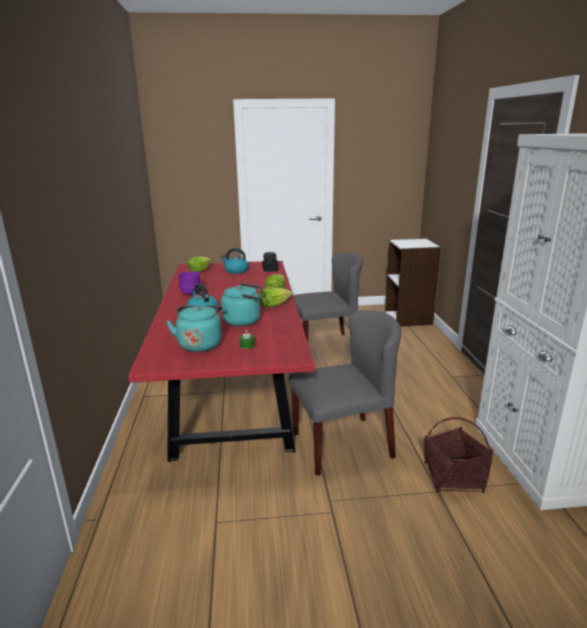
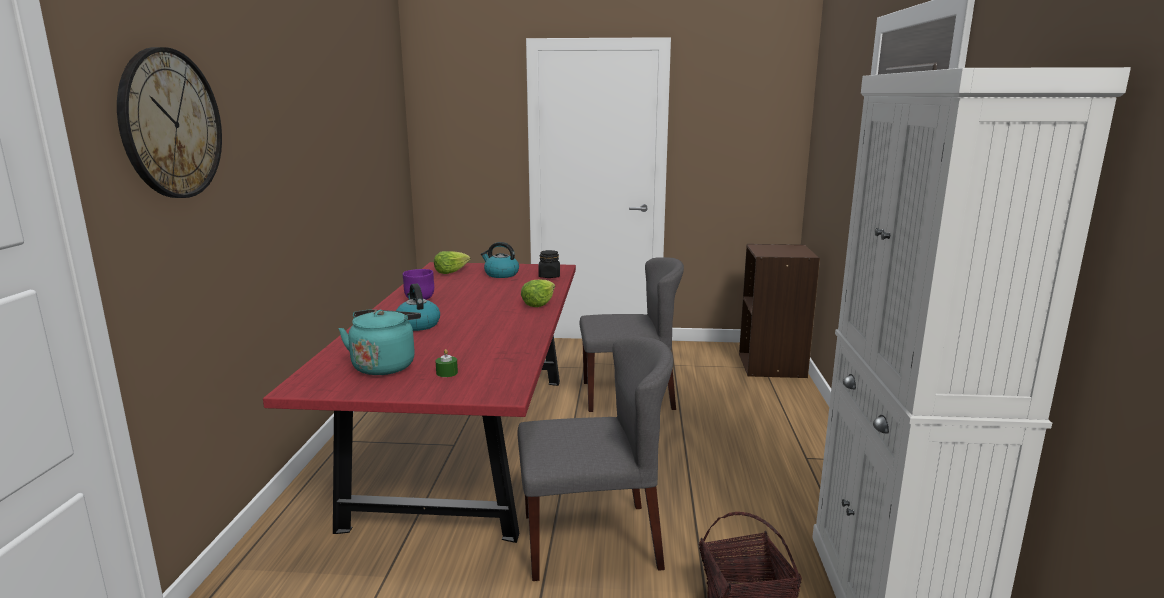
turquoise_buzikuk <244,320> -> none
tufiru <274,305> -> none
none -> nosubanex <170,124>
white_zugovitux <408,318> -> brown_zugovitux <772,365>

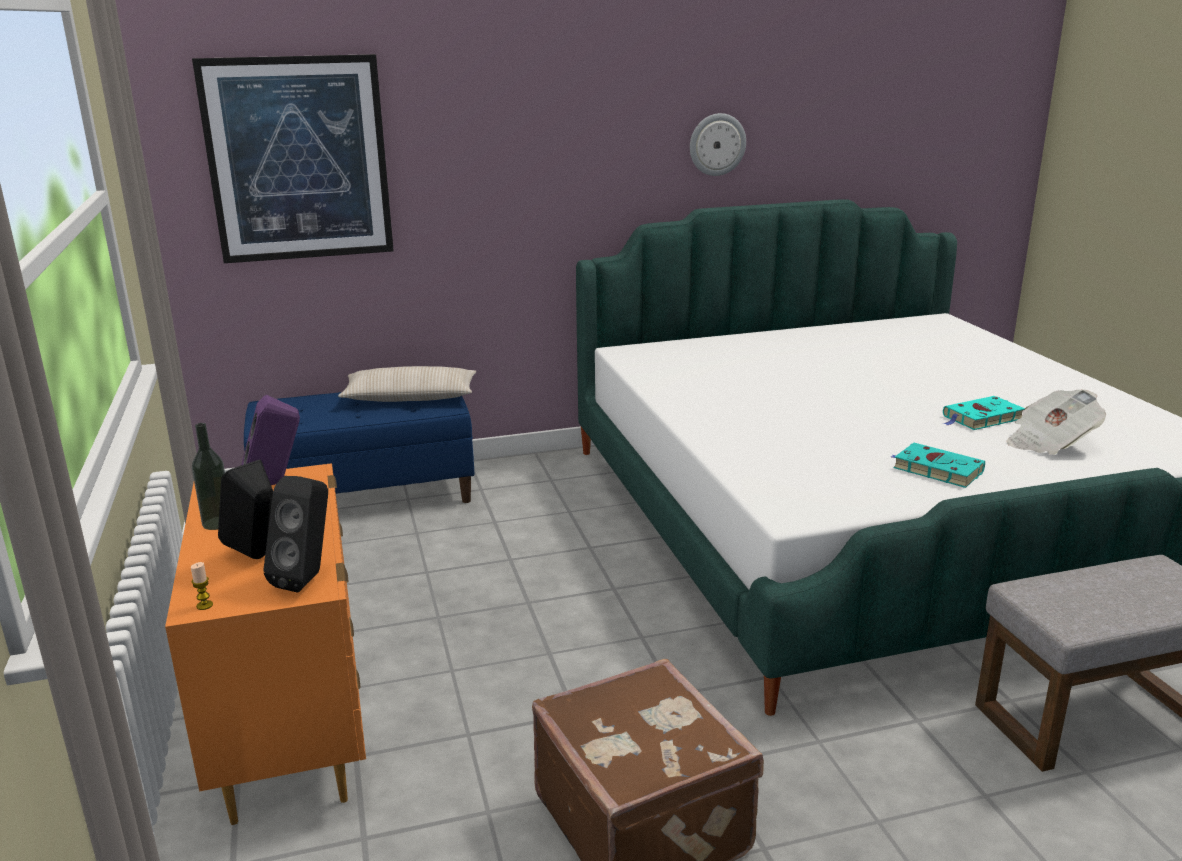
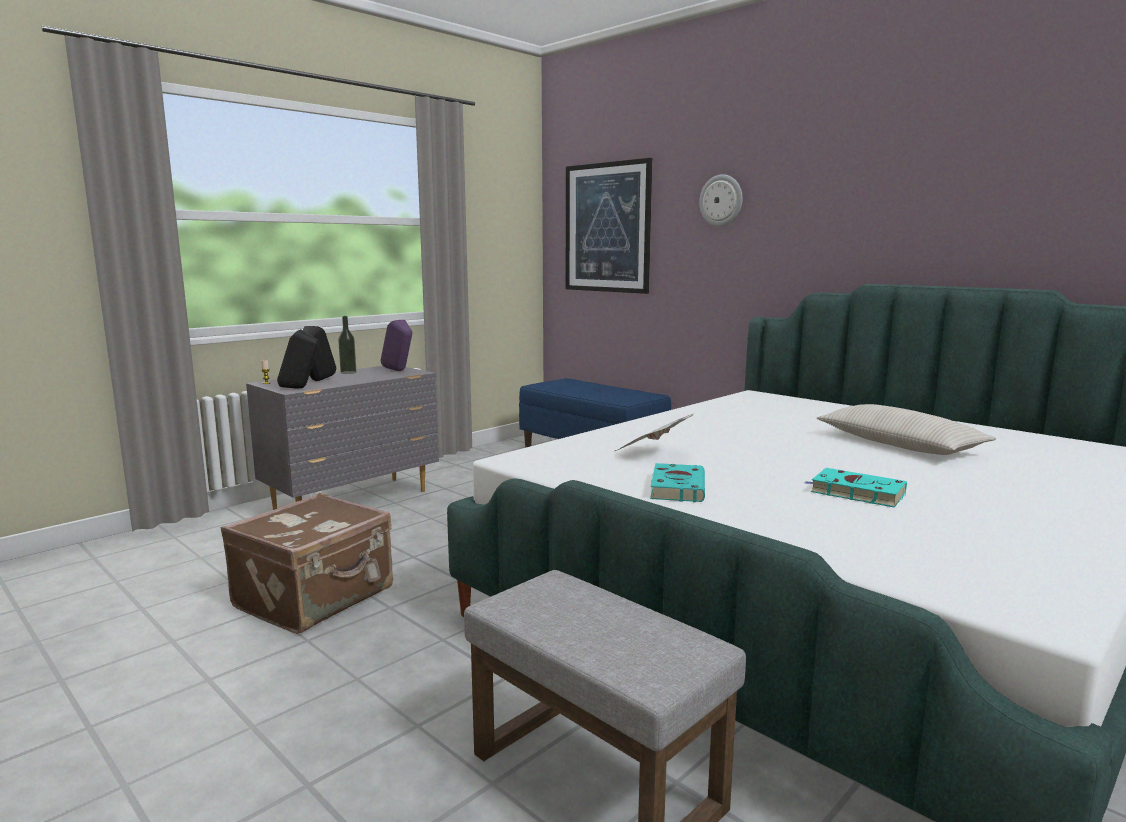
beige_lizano <410,398> -> beige_lizano <899,444>, shifted
nosubanex <717,144> -> nosubanex <721,200>, shifted
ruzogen <1049,443> -> ruzogen <652,454>, shifted
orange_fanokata <292,726> -> grey_fanokata <354,501>

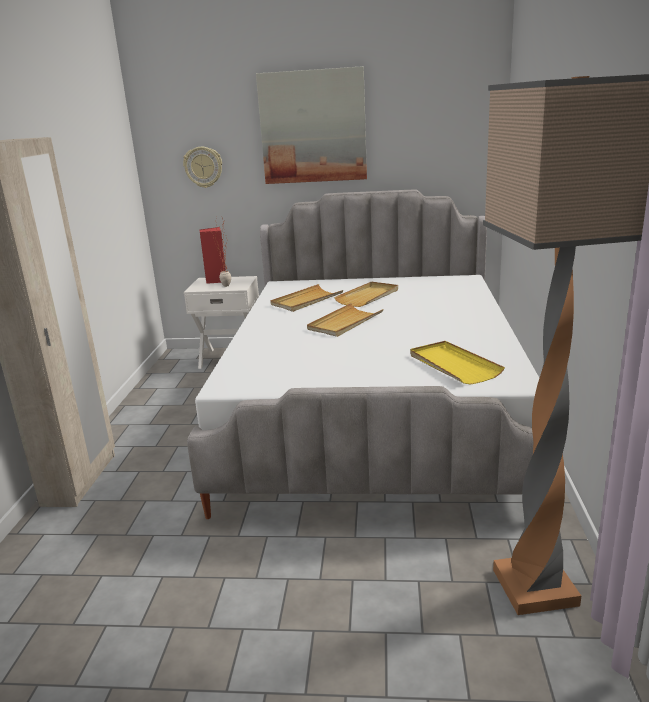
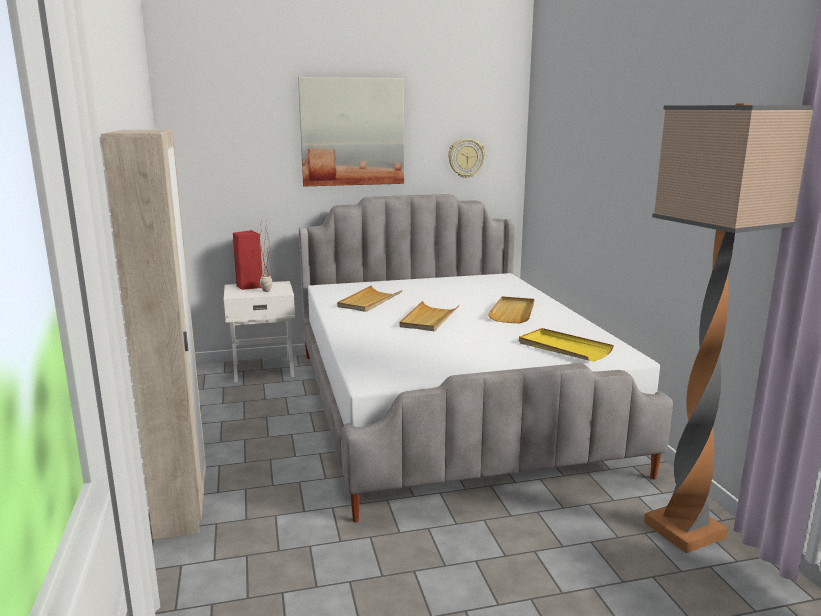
nosubanex <203,167> -> nosubanex <466,158>, shifted
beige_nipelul <368,296> -> beige_nipelul <513,312>, shifted

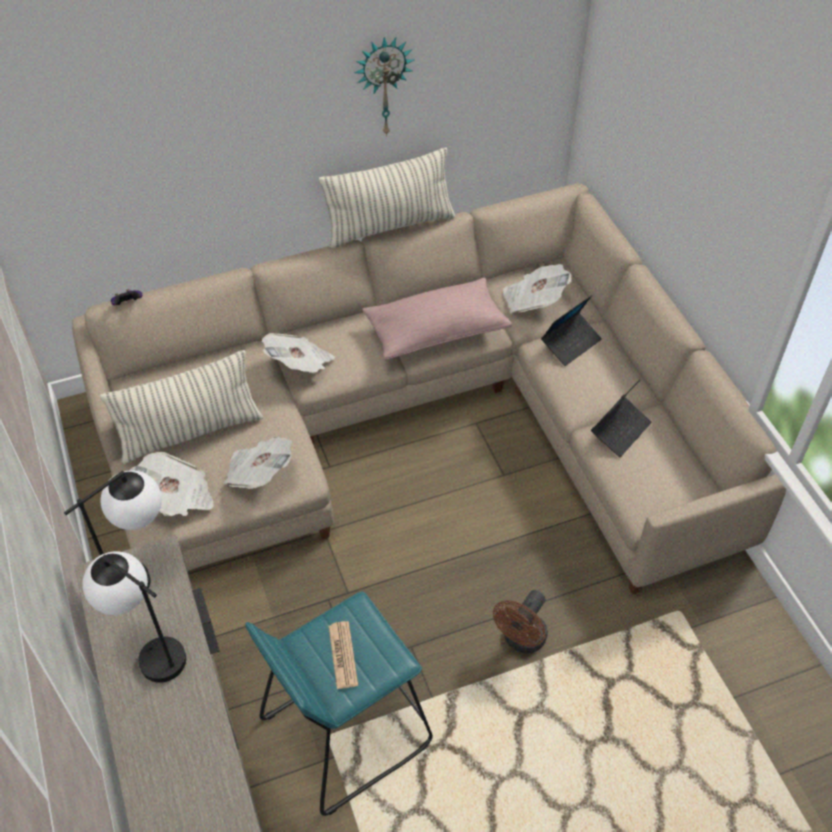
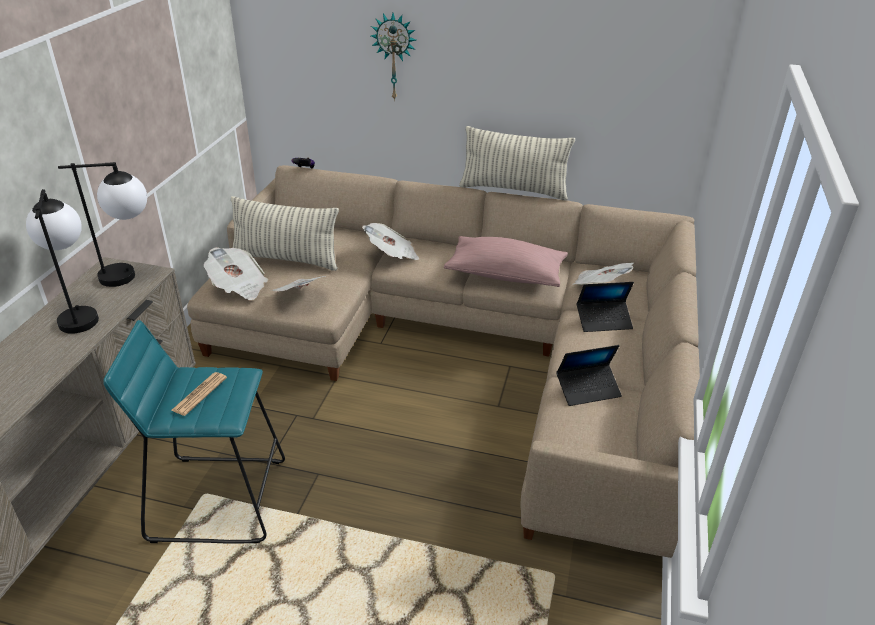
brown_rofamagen <521,641> -> none
nosubanex <383,85> -> nosubanex <394,56>, shifted

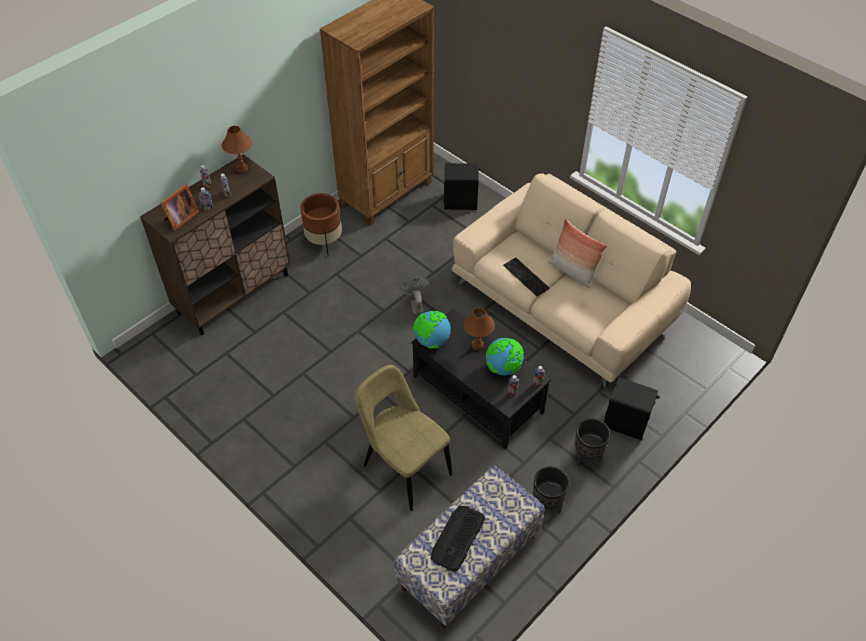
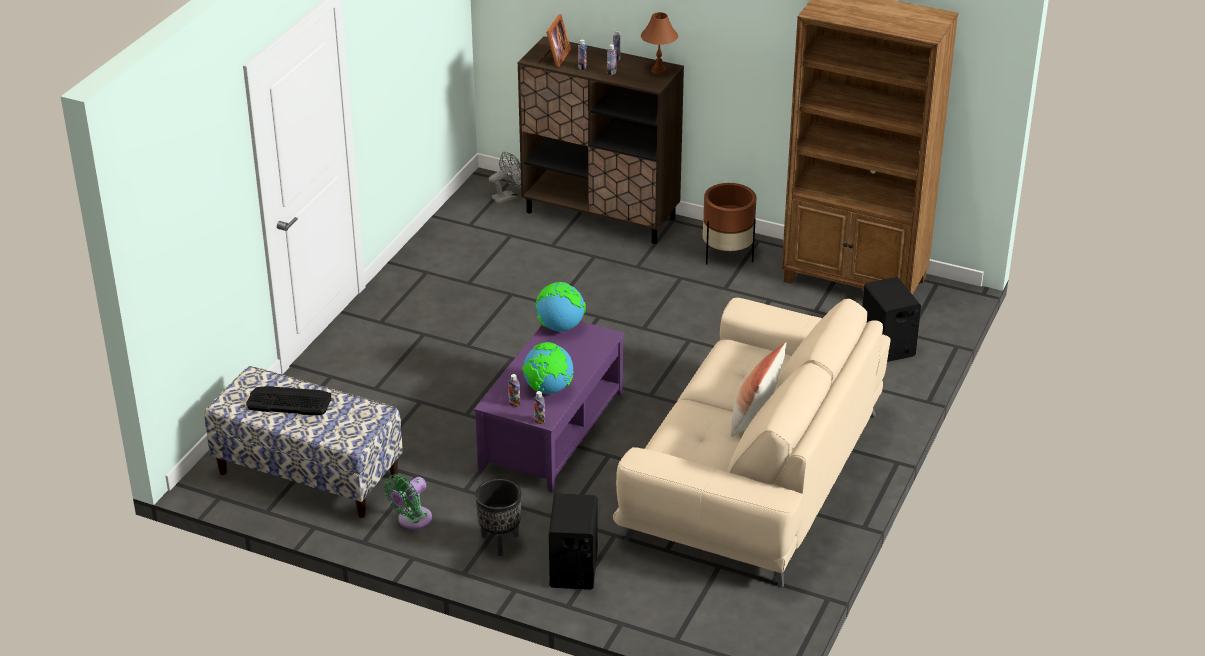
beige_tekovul <404,467> -> none
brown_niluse <477,345> -> none
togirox <527,277> -> none
grey_rofamagen <416,305> -> grey_rofamagen <508,197>, shifted
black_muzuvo <546,504> -> green_rofamagen <412,520>
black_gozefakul <478,393> -> purple_gozefakul <553,432>
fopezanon <180,218> -> fopezanon <555,58>, 90 degrees counterclockwise

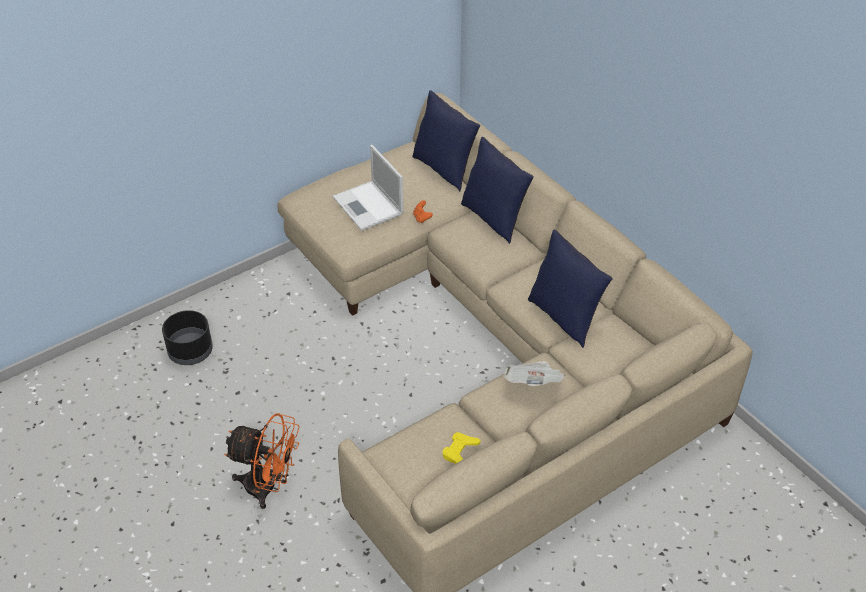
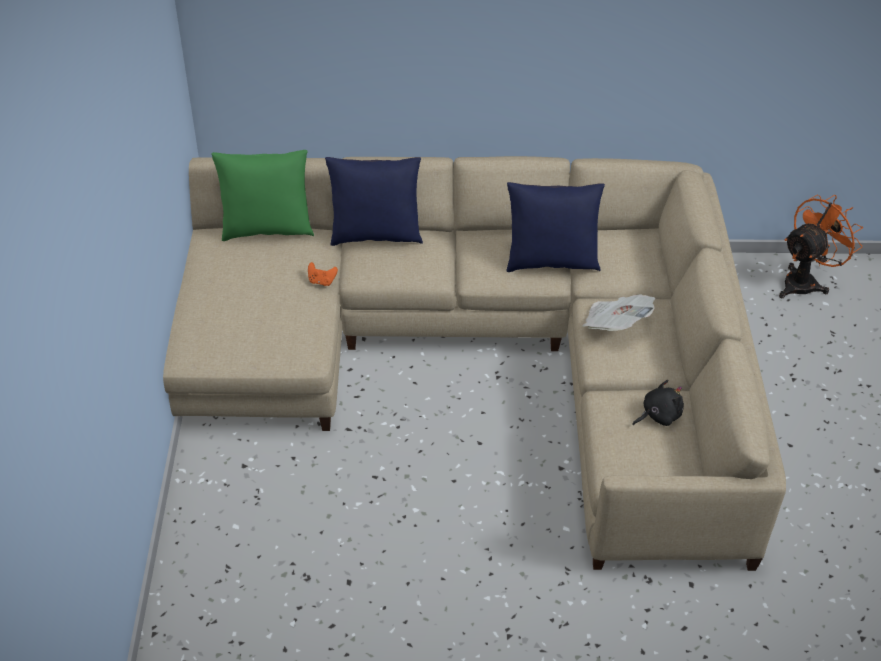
black_muzuvo <190,351> -> none
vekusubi <369,206> -> none
orange_rofamagen <268,487> -> orange_rofamagen <805,281>, shifted
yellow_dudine <460,451> -> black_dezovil <658,415>
blue_lizano <444,169> -> green_lizano <267,229>

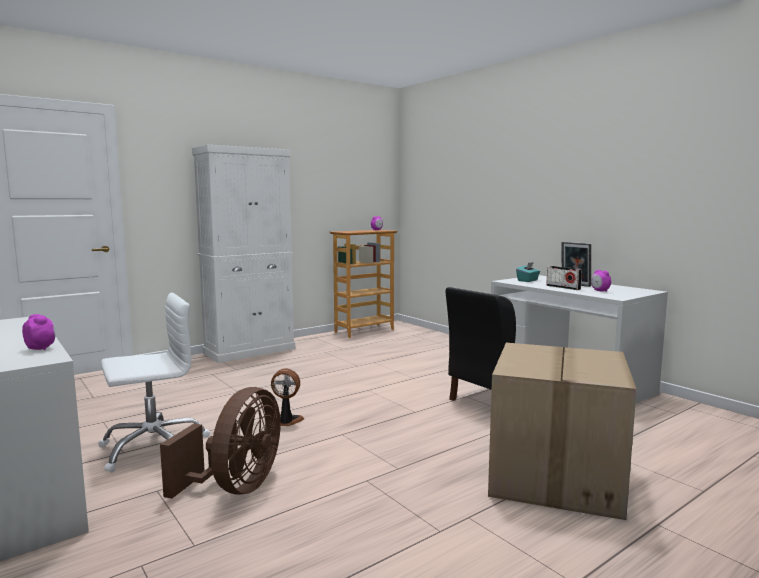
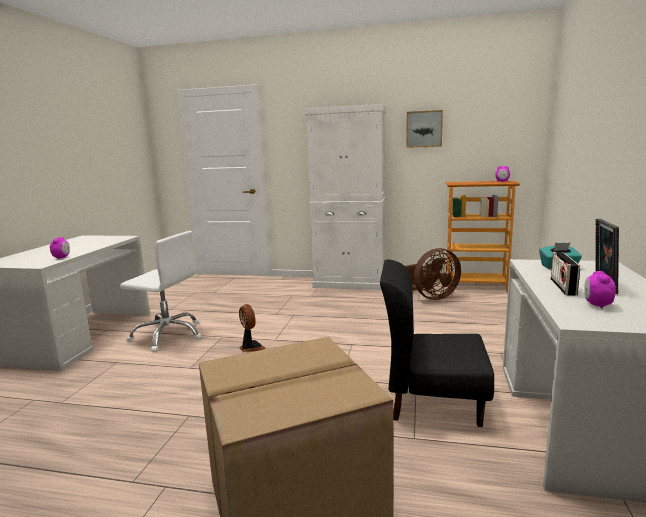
none -> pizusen <424,129>
brown_rofamagen <236,487> -> brown_rofamagen <431,297>, shifted

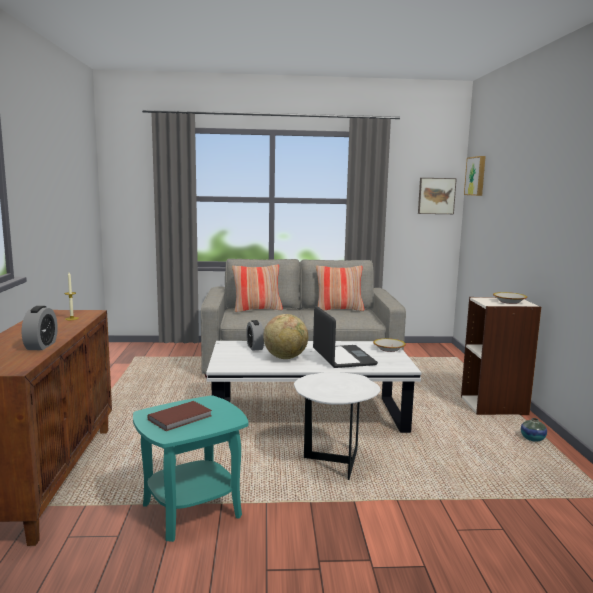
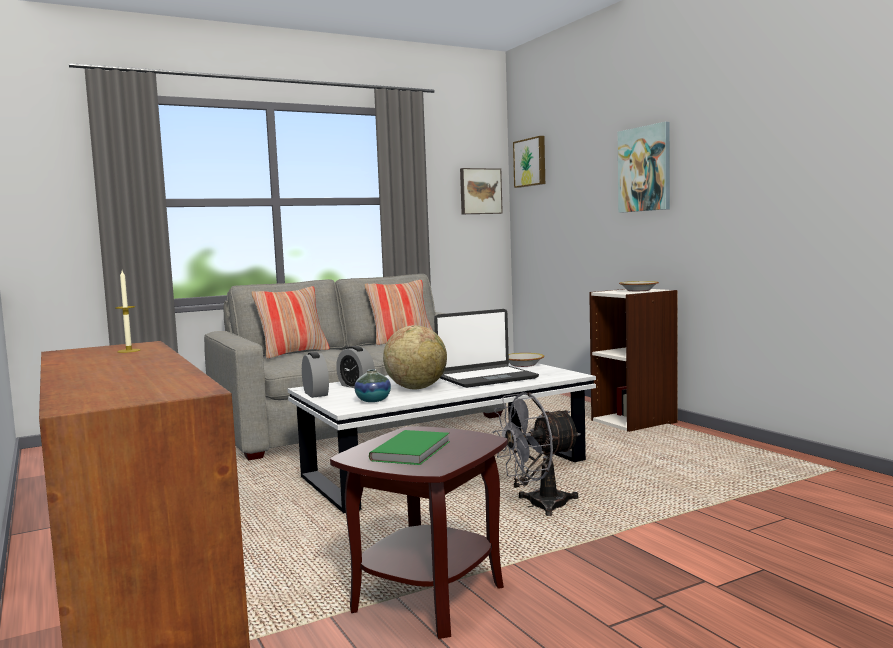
none -> pizusen <645,169>
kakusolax <41,346> -> kakusolax <315,394>, shifted
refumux <532,439> -> refumux <373,400>, shifted
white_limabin <333,462> -> grey_rofamagen <538,506>
turquoise_limabin <191,509> -> brown_limabin <427,597>
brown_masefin <181,418> -> green_masefin <413,450>
vekusubi <343,357> -> vekusubi <486,378>, 105 degrees clockwise

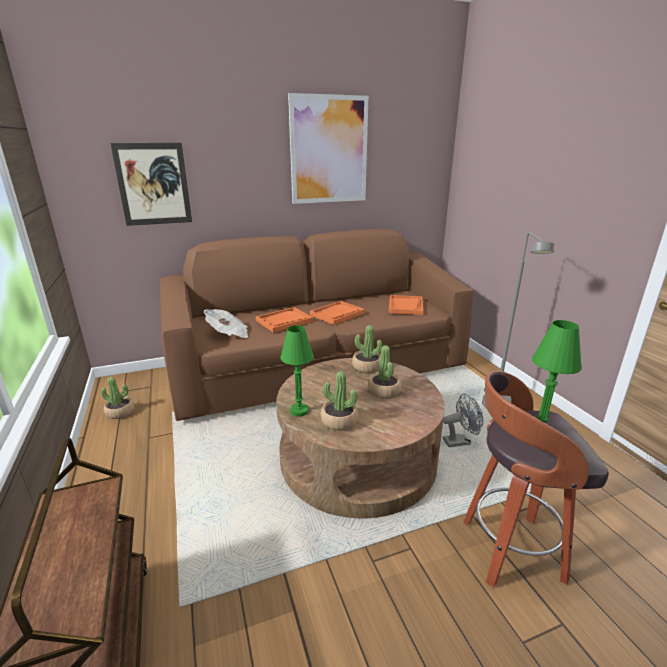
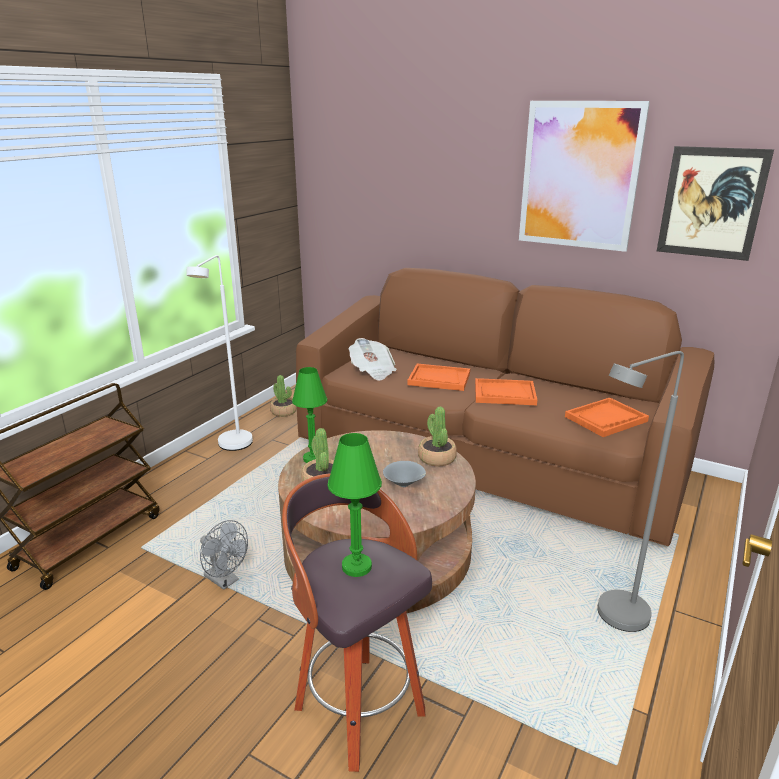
none -> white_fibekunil <232,447>
pizusen <153,184> -> pizusen <711,203>, shifted
grey_rofamagen <460,441> -> grey_rofamagen <225,580>, shifted
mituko <384,391> -> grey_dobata <404,485>

